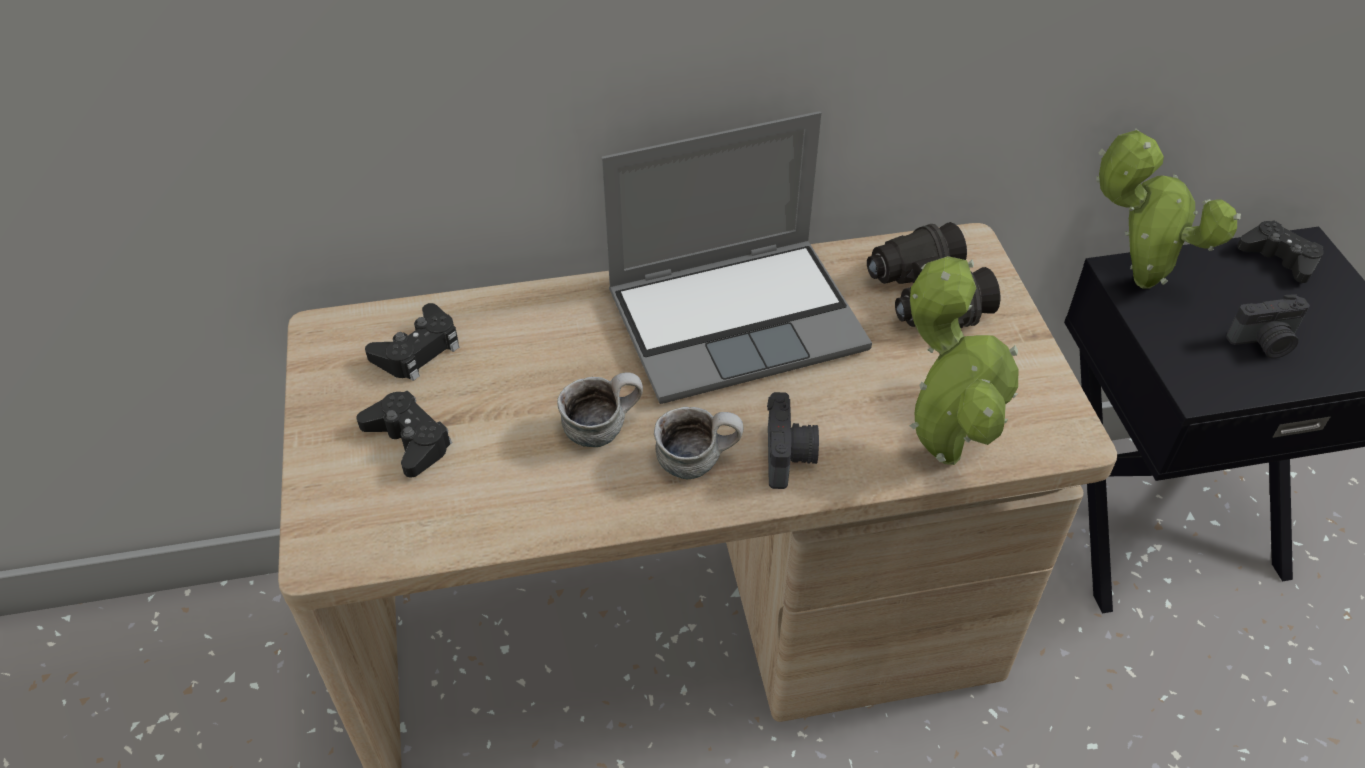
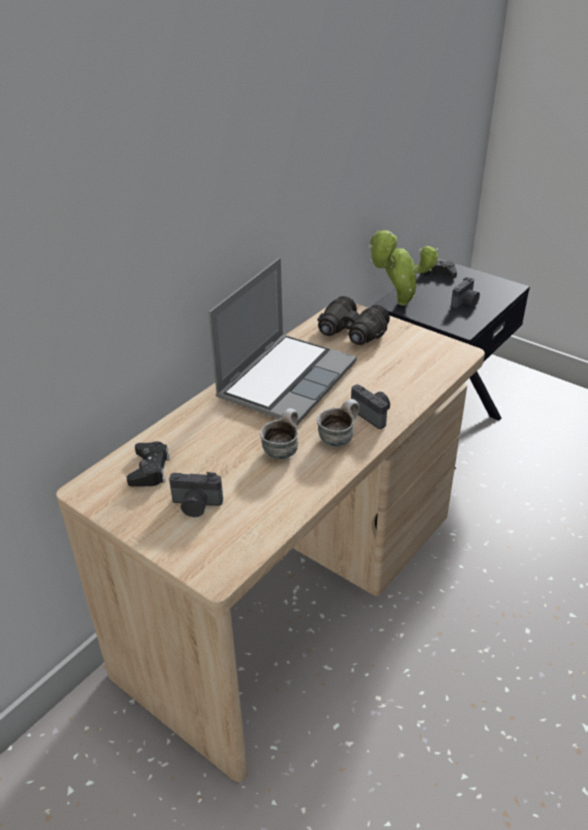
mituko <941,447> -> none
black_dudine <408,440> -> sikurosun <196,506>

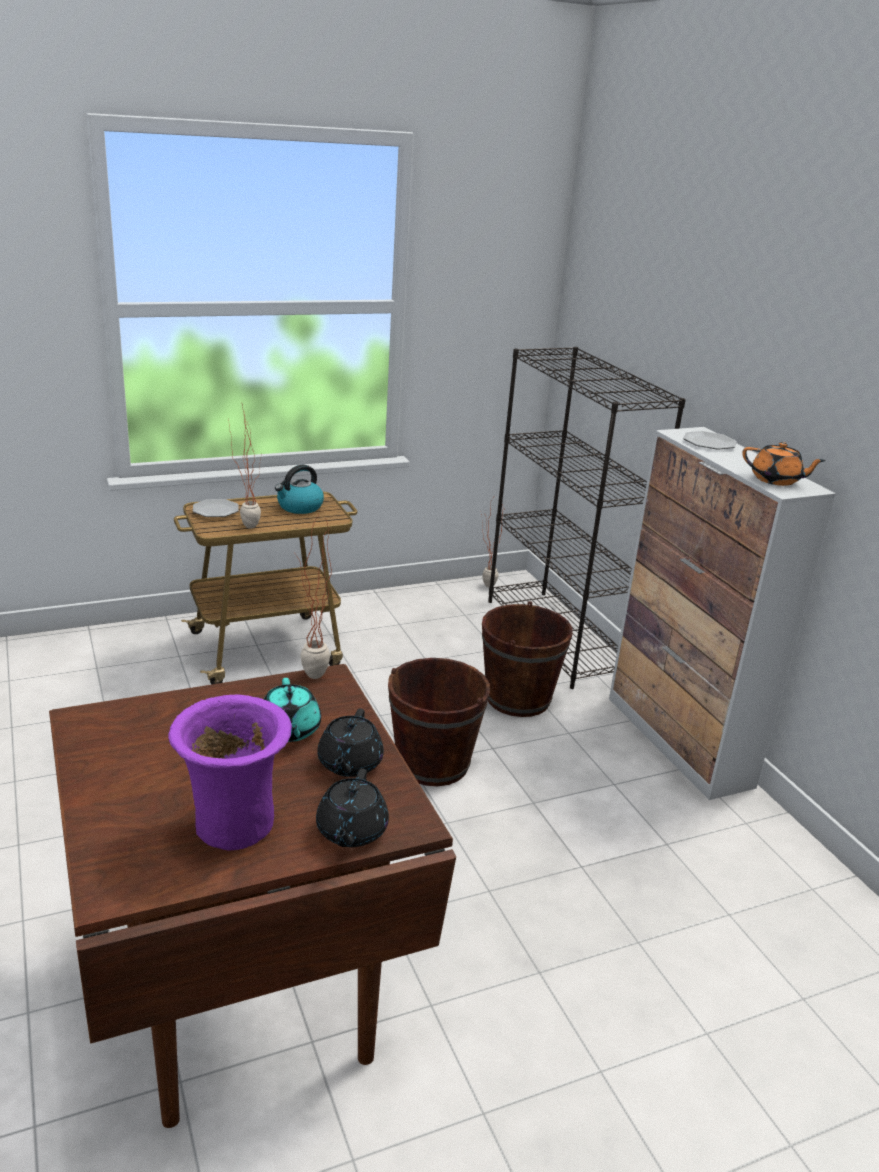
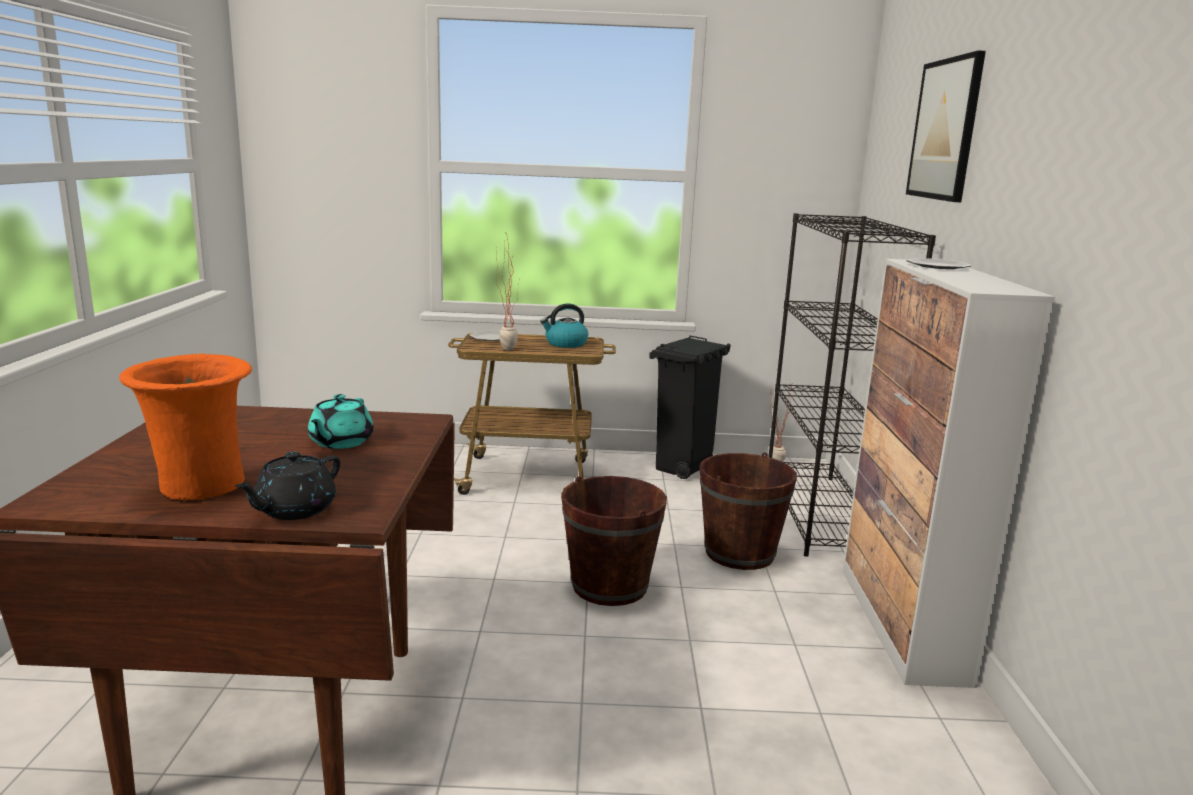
mituko <312,680> -> none
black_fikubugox <349,764> -> none
orange_fikubugox <776,480> -> none
none -> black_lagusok <682,469>
none -> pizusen <945,129>
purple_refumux <235,829> -> orange_refumux <200,488>

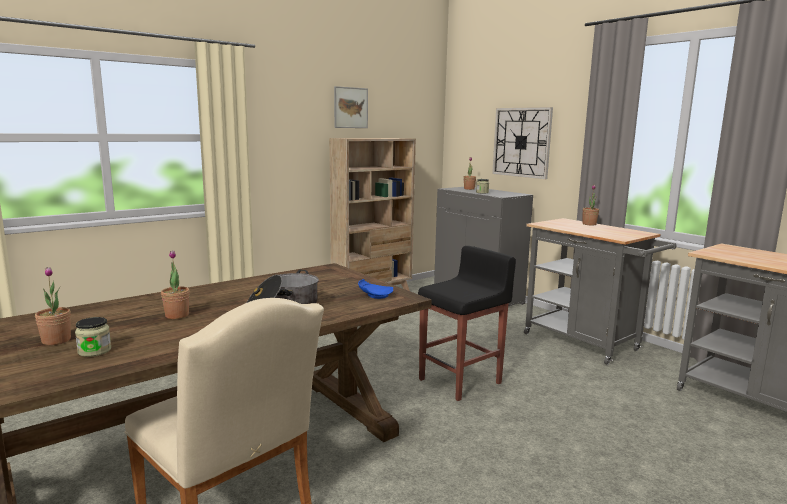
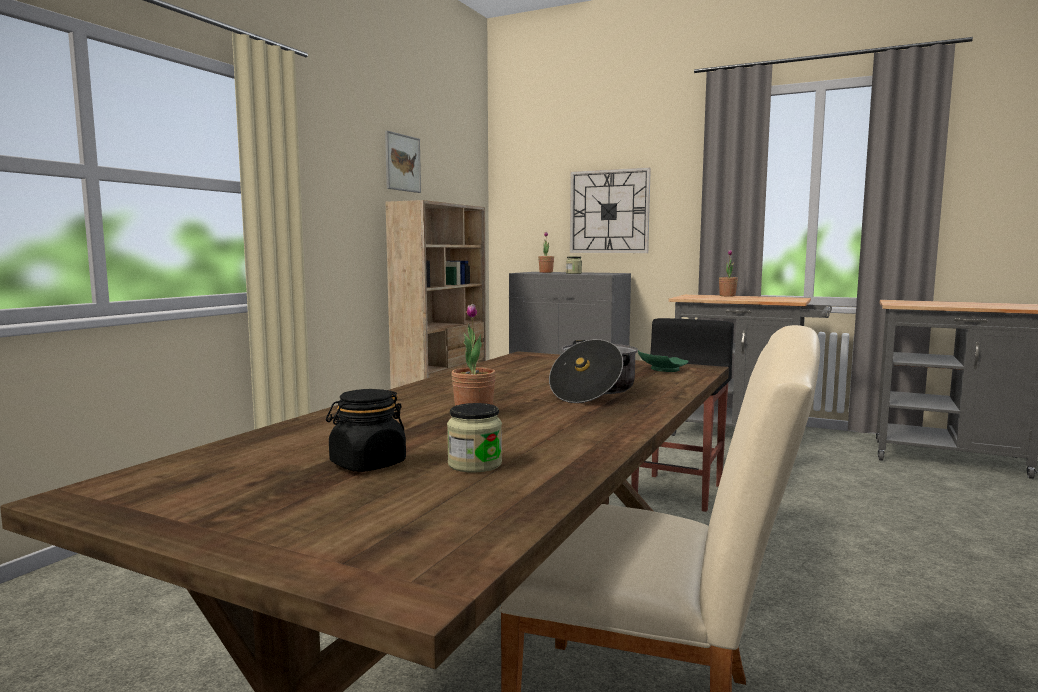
mituko <56,340> -> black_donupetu <367,464>
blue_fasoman <375,295> -> green_fasoman <661,370>

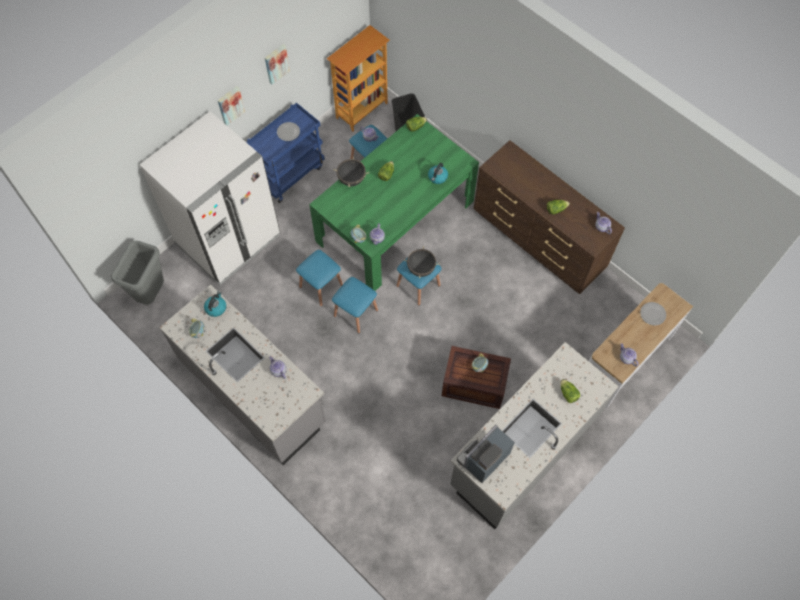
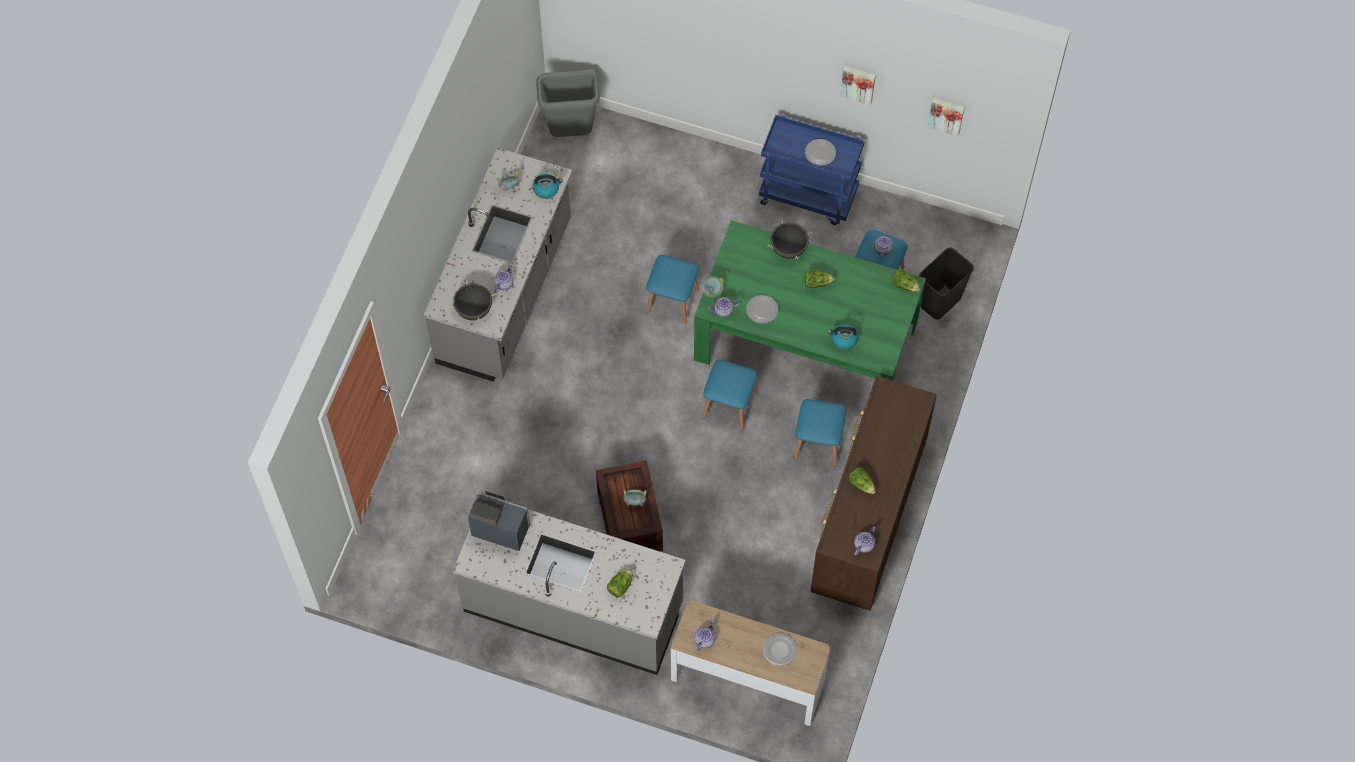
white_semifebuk <228,240> -> none
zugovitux <361,110> -> none
none -> fasoman <762,309>
pizusen <230,105> -> pizusen <946,115>, shifted
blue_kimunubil <356,313> -> blue_kimunubil <818,443>, shifted
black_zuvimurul <421,269> -> black_zuvimurul <474,310>, shifted

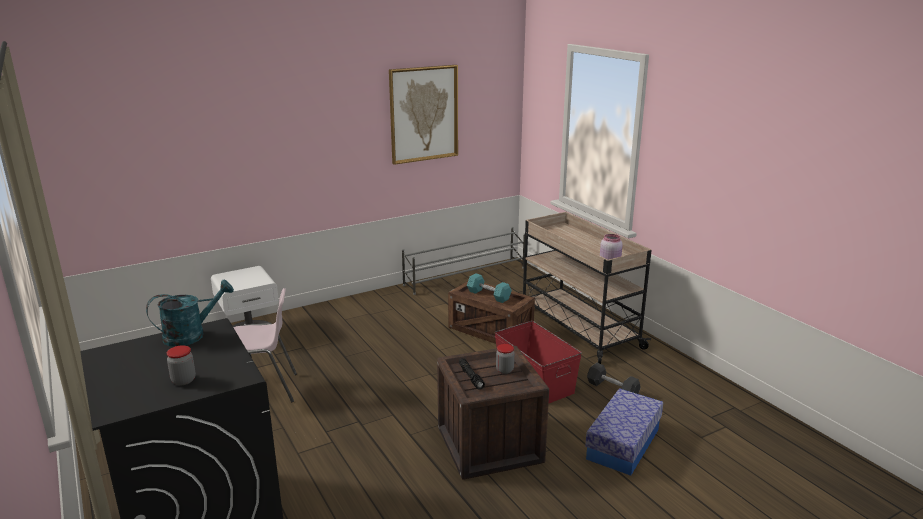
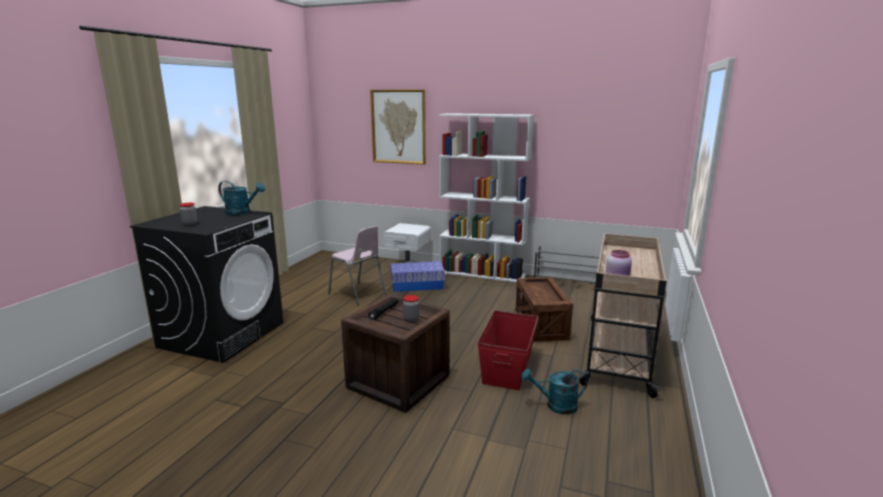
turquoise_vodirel <488,295> -> none
none -> white_zugovitux <482,274>
pizusen <423,114> -> pizusen <398,126>, shifted
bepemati <623,444> -> bepemati <417,285>, shifted
grey_vodirel <612,389> -> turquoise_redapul <555,405>

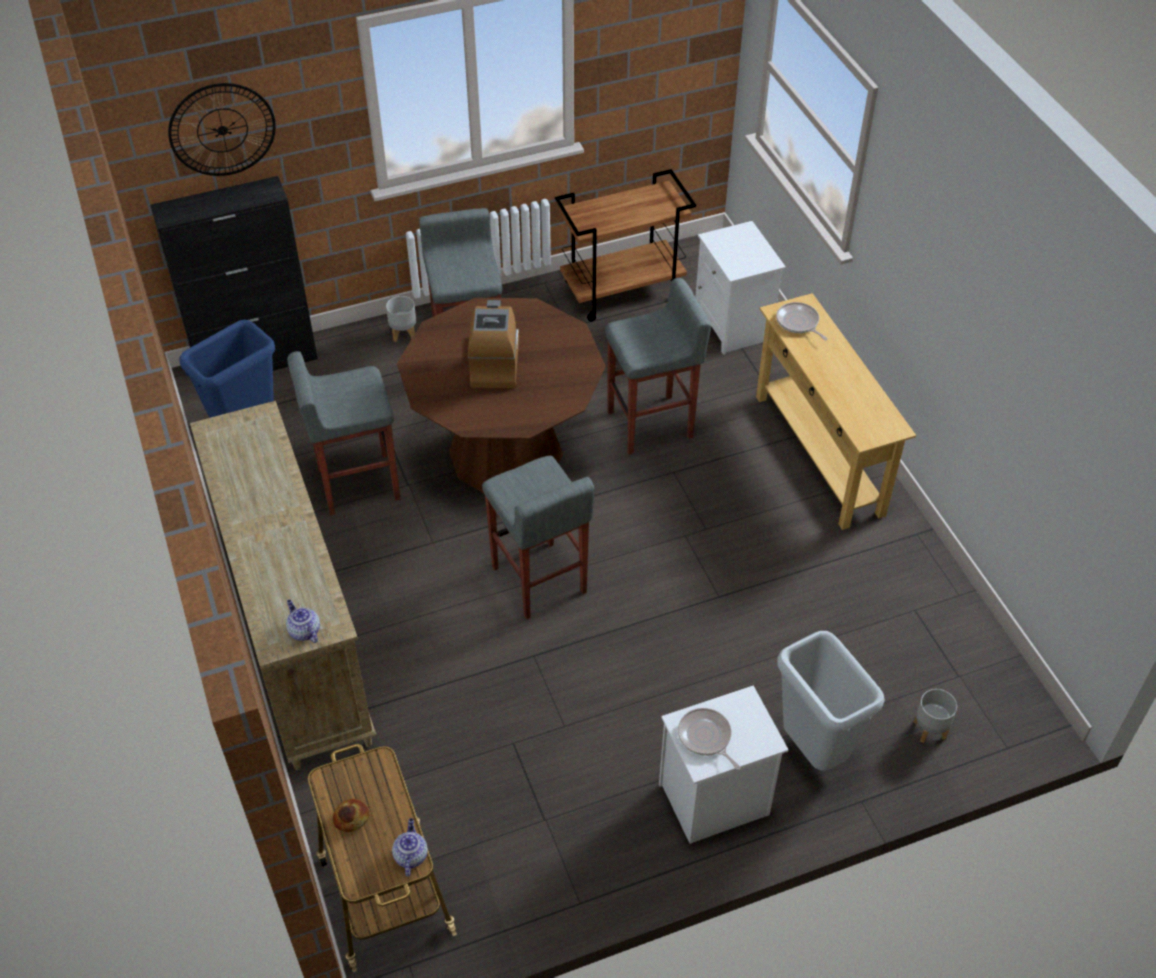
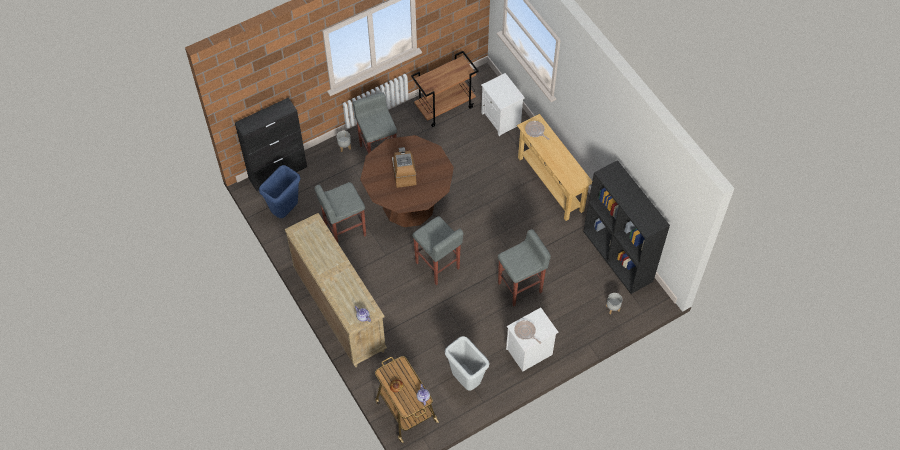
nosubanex <222,130> -> none
none -> black_zugovitux <618,256>
grey_kimunubil <651,425> -> grey_kimunubil <521,287>, shifted
grey_lagusok <814,751> -> grey_lagusok <466,380>, shifted

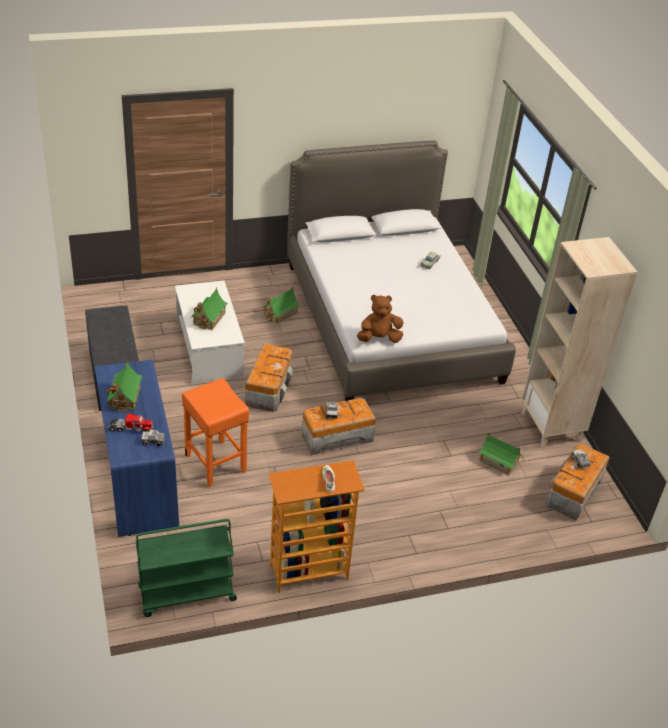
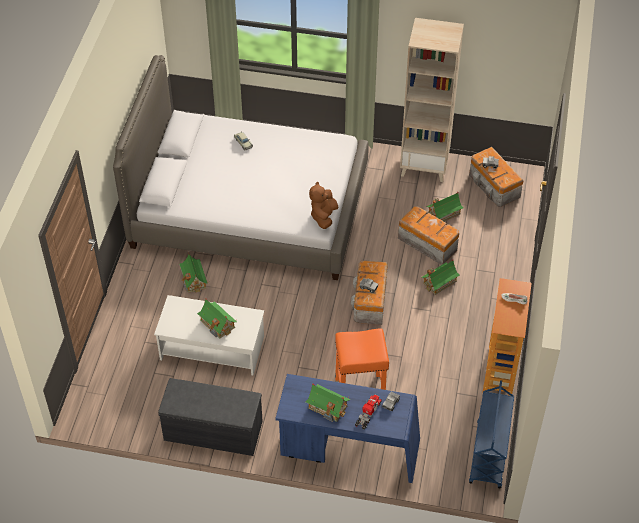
none -> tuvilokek <439,282>
bepemati <269,388> -> bepemati <427,243>, shifted
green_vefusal <186,594> -> blue_vefusal <489,455>

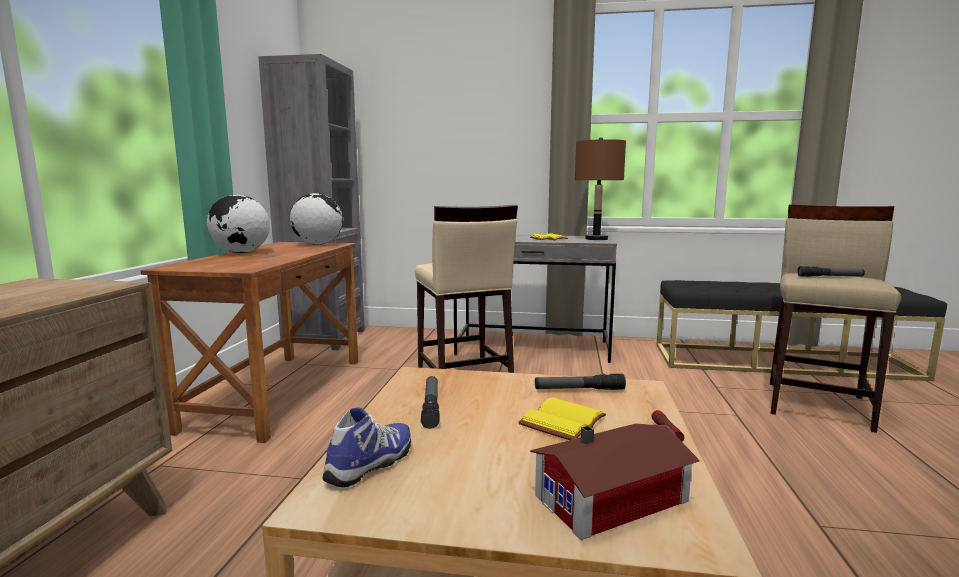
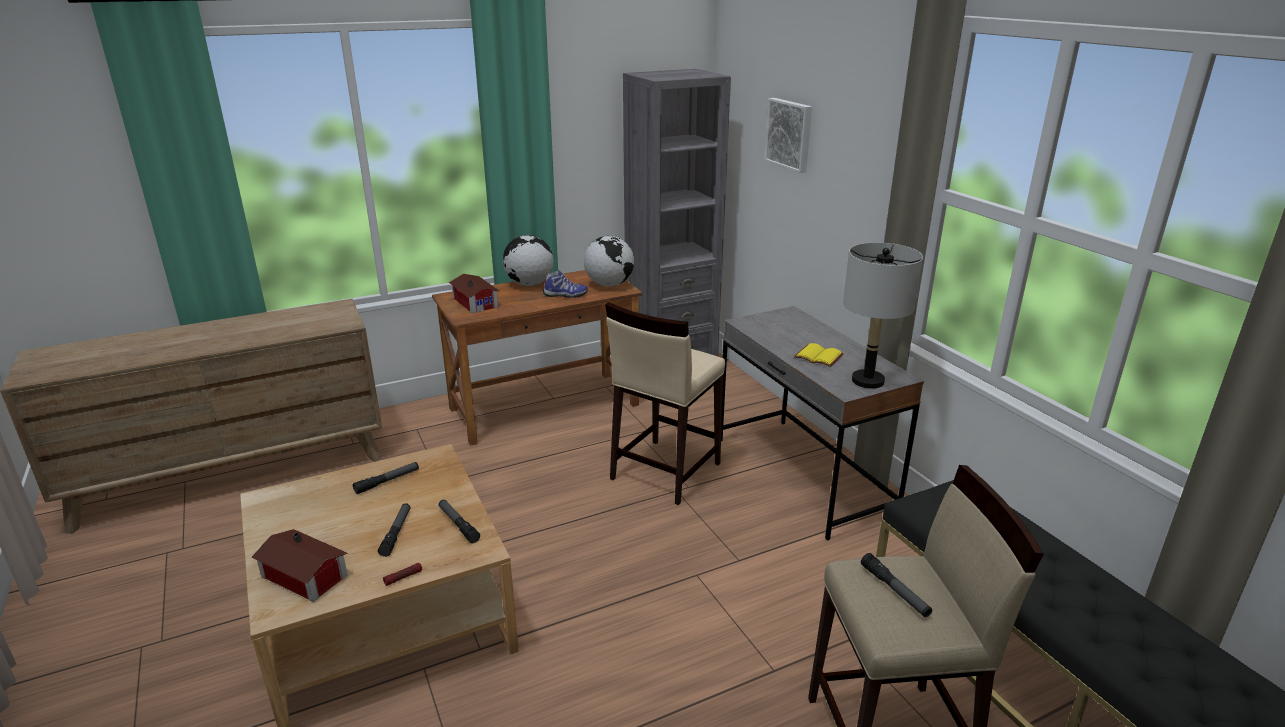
none -> tuvilokek <476,301>
none -> pizusen <790,134>
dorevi <372,464> -> dorevi <565,295>, shifted
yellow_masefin <561,420> -> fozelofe <396,533>
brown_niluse <596,239> -> grey_niluse <867,381>

